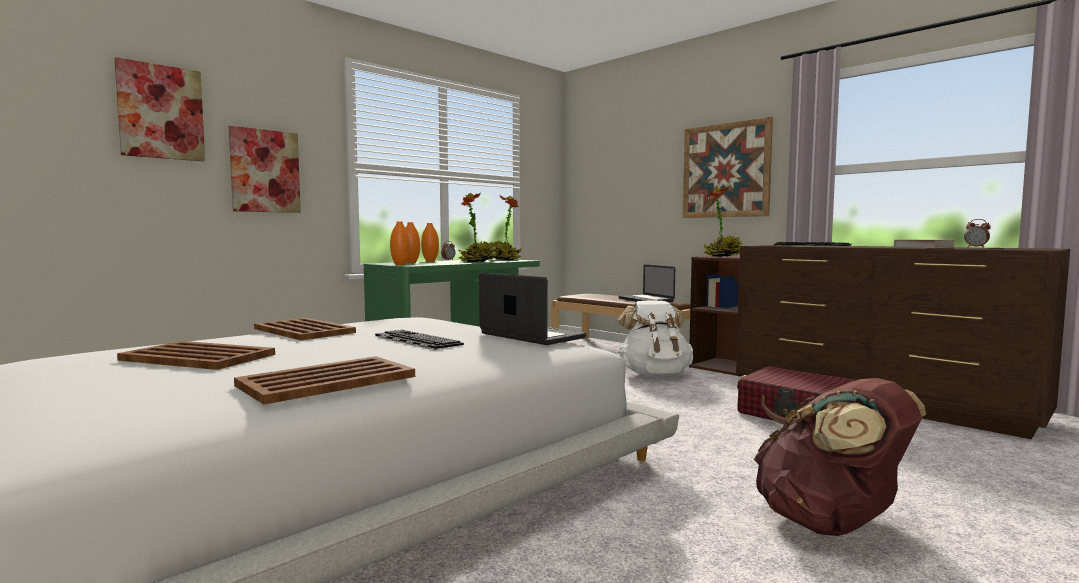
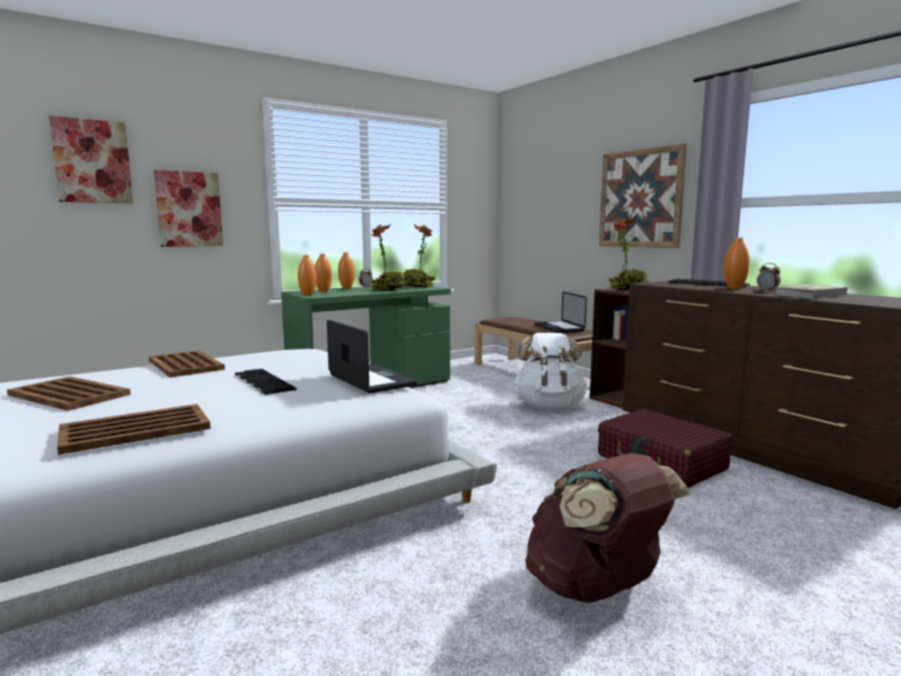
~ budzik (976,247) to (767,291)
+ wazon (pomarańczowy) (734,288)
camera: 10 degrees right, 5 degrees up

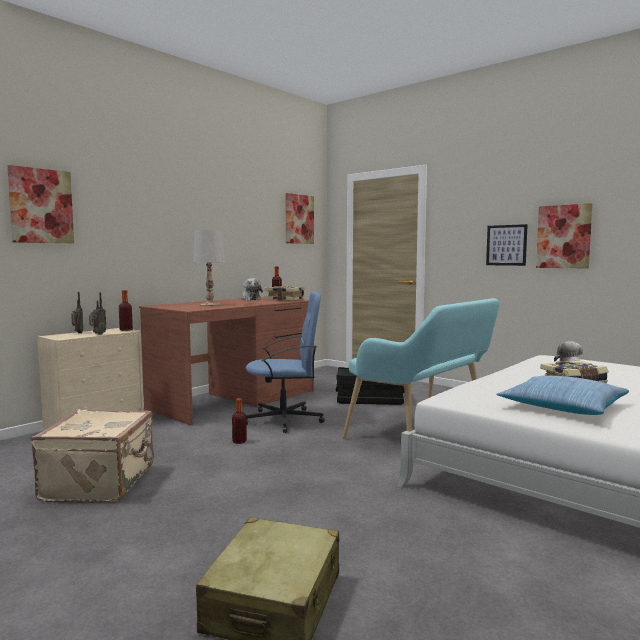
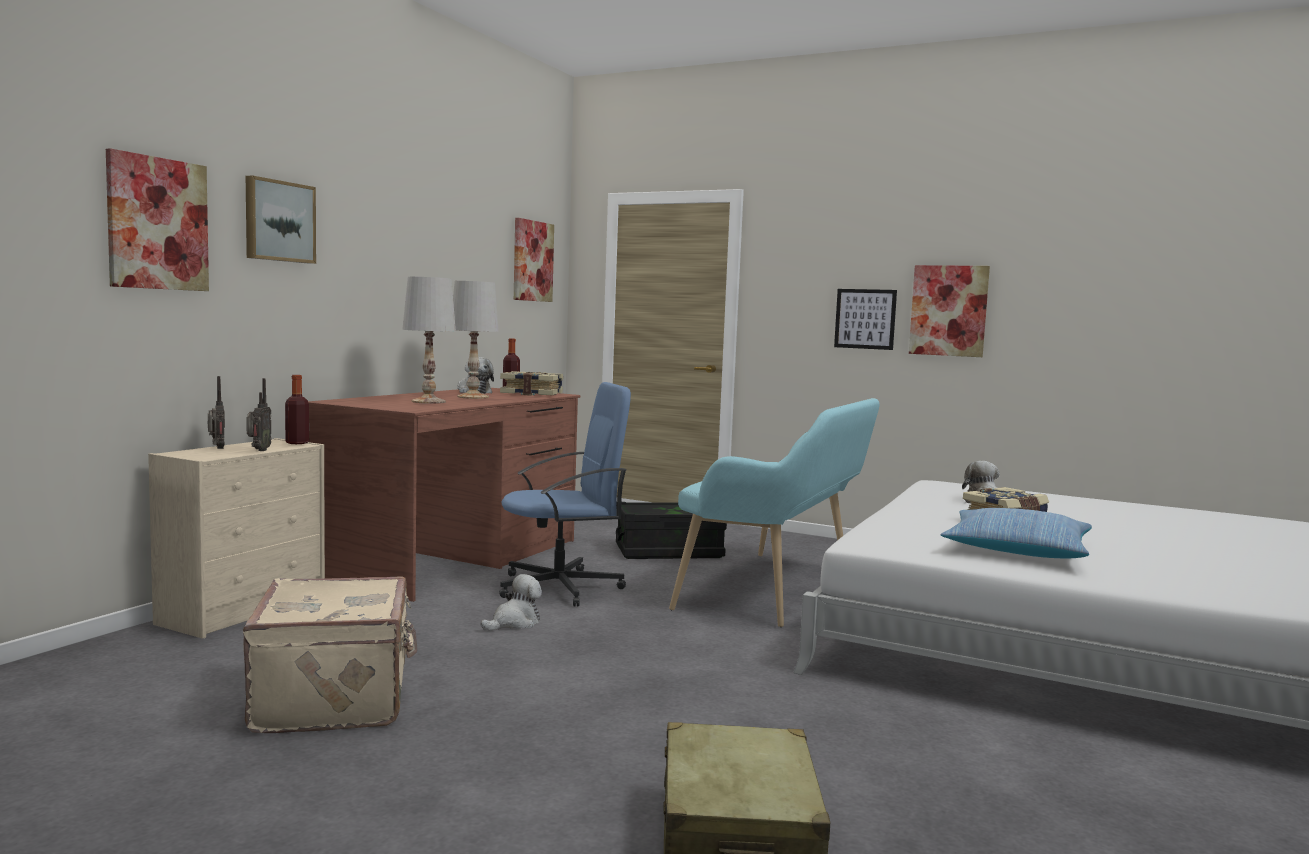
~ butelka (239,441) to pluszak (514,623)
+ obraz (278,221)
+ lampa stołowa (biały) (473,397)
camera: 15 degrees left, 0 degrees up

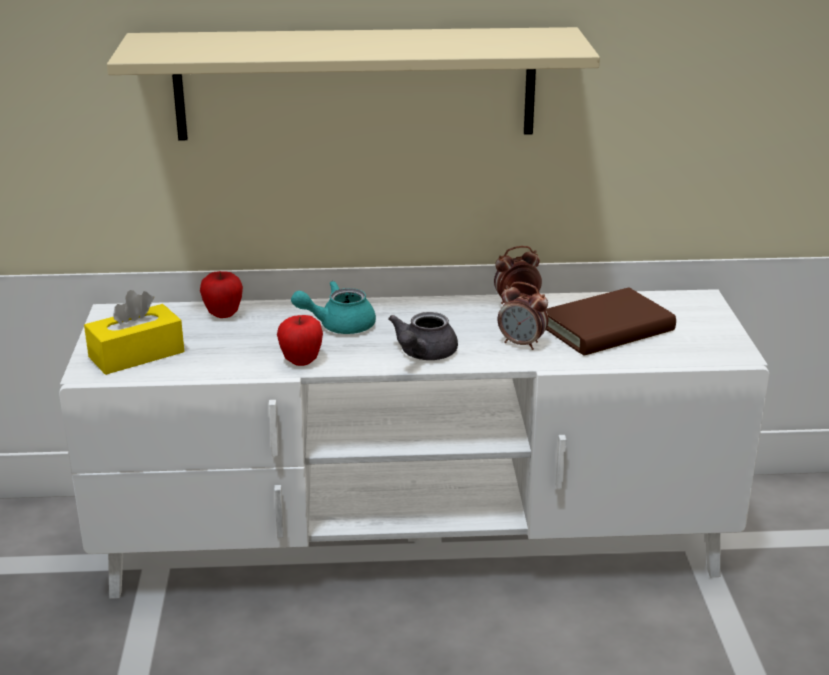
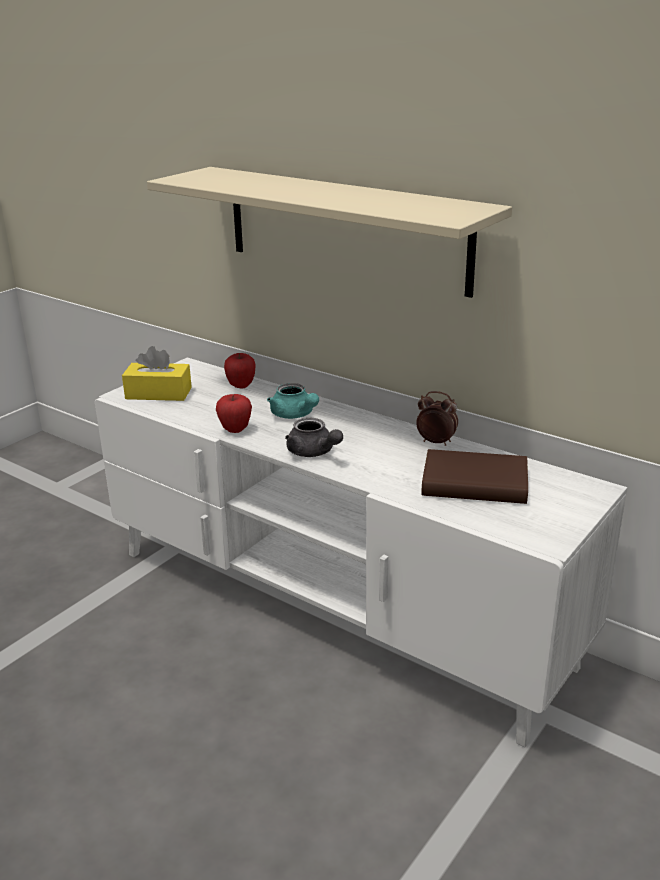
~ imbryk (turkusowy) (338,325) = (294,415) 150 degrees counterclockwise
- budzik (522,344)
~ imbryk (szary) (423,354) = (313,453) 105 degrees counterclockwise
camera: 40 degrees right, 0 degrees up

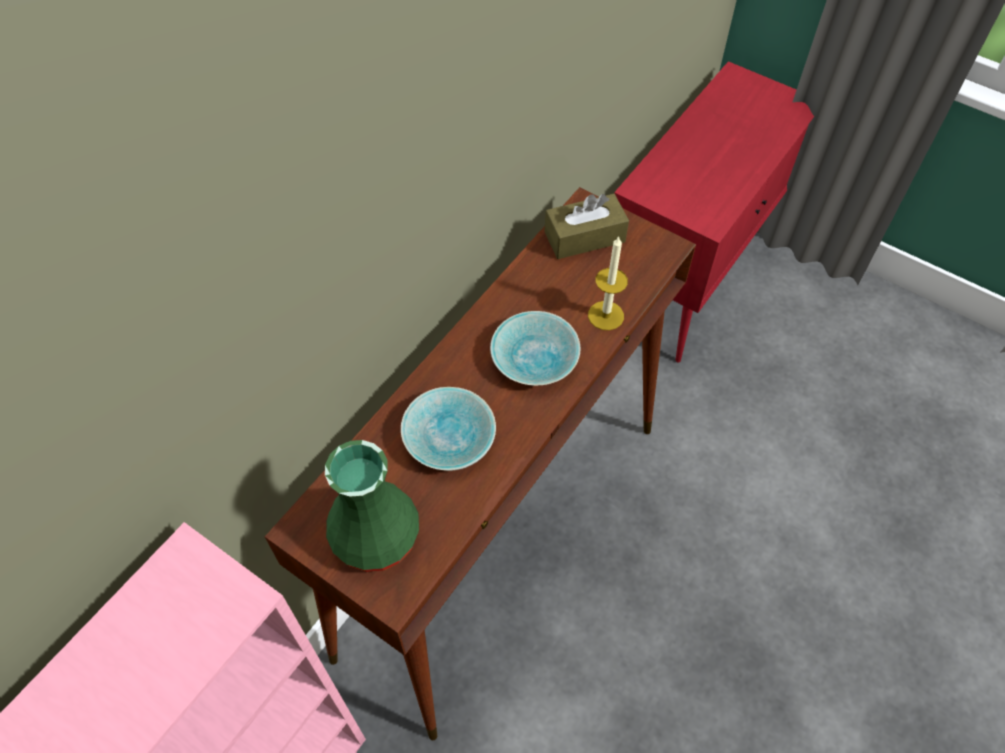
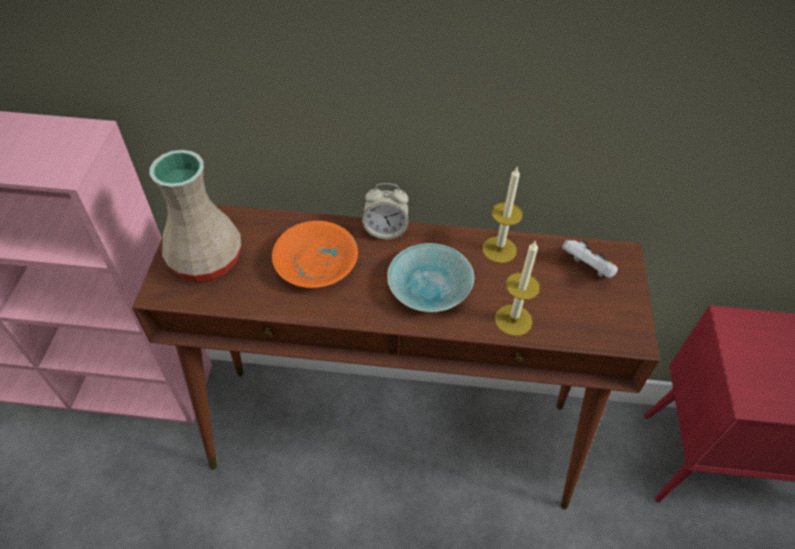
~ pudełko chusteczek (brązowy) (584,237) to pad do gier (biały) (587,269)
~ miska (turkusowy) (451,435) to miska (pomarańczowy) (319,265)
~ wazon (zielony) (375,538) to wazon (beżowy) (204,259)
+ świeca (499,249)
+ budzik (385,230)
camera: 60 degrees right, 5 degrees down

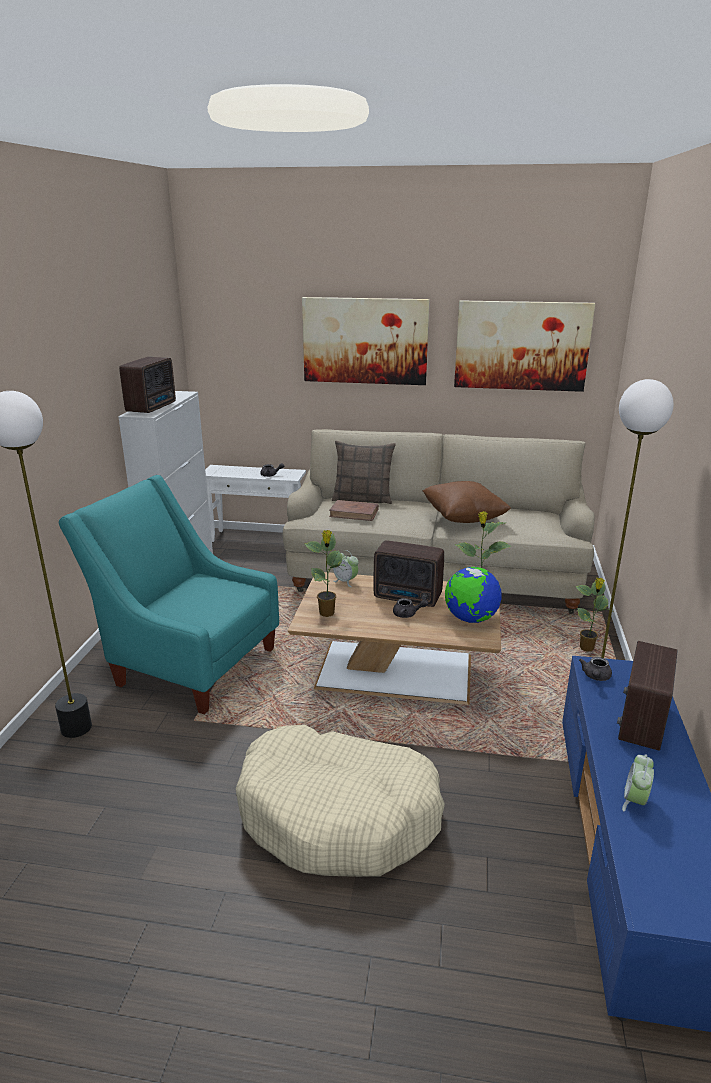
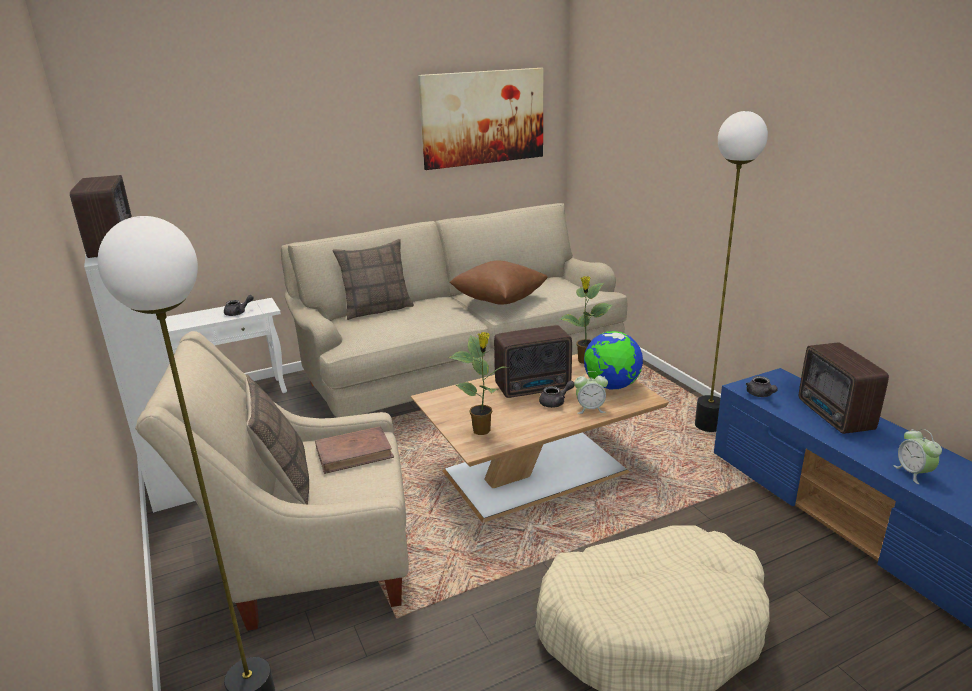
- obraz (365,341)
~ fotel (turkusowy) (188,663) to fotel (beżowy) (310,561)
~ książka (brązowy) (354,513) to (354,453)
~ budzik (345,581) to (590,409)
- roślina doniczkowa (587,649)
+ poduszka (284,480)
camera: 35 degrees left, 0 degrees up

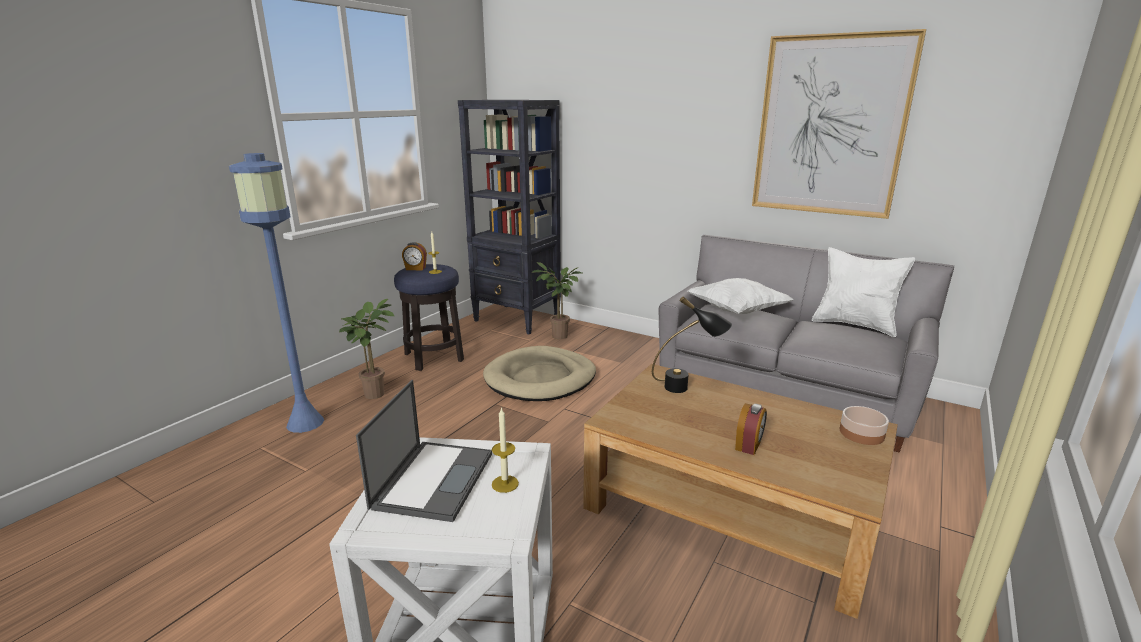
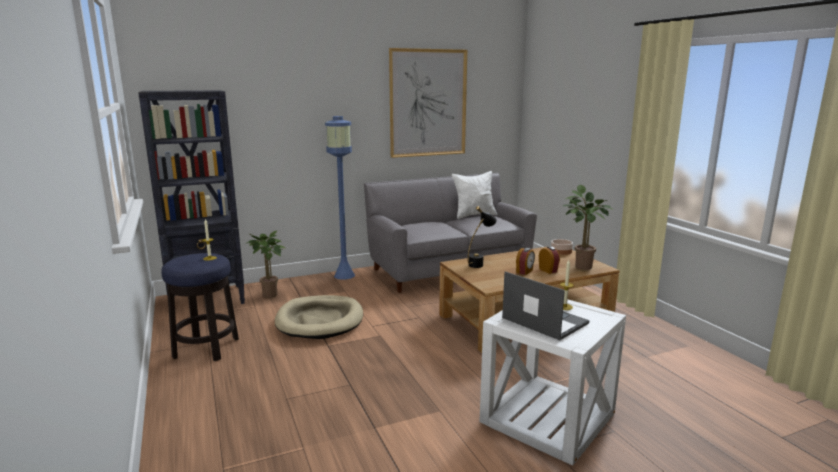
~ lampa stojąca (niebieski) (306,423) to (344,275)
~ budzik (415,268) to (525,271)
- poduszka (biały) (737,311)
~ roślina doniczkowa (374,392) to (580,266)
camera: 55 degrees left, 5 degrees down

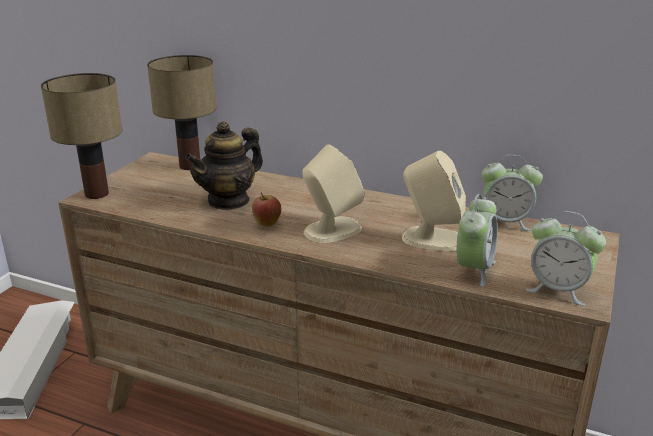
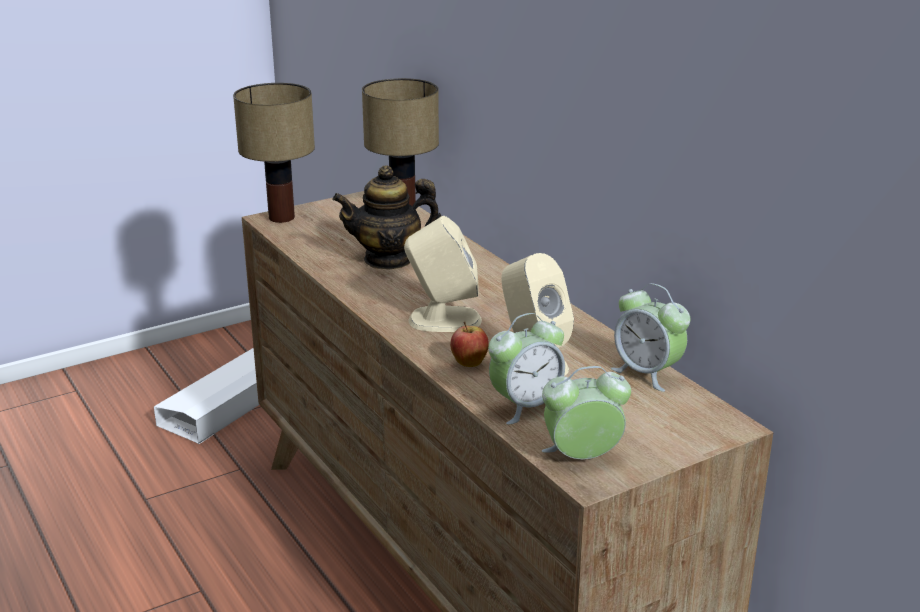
~ jabłko (267,224) to (469,364)
~ budzik (558,290) = (582,458) 105 degrees clockwise
camera: 35 degrees right, 0 degrees up

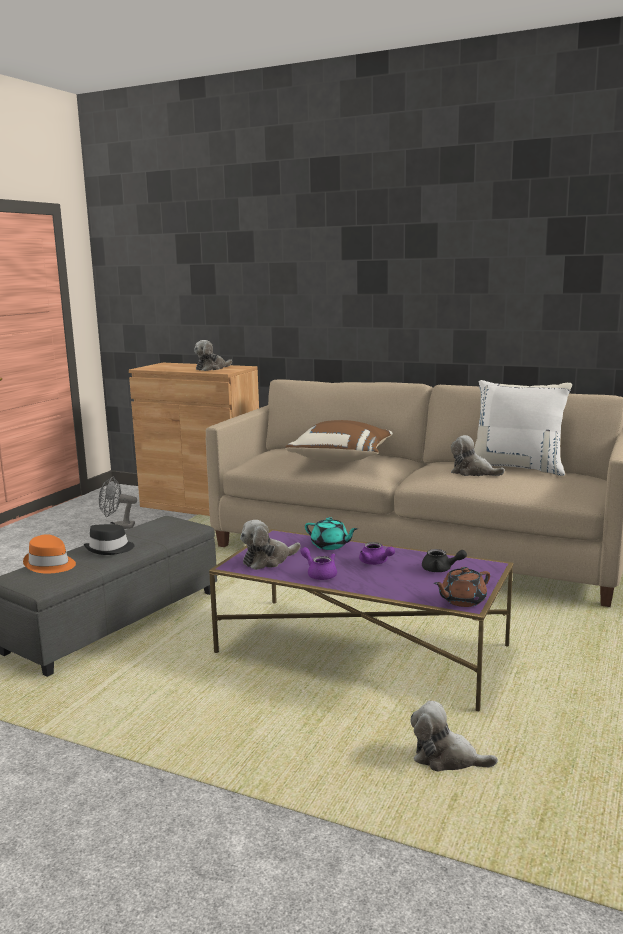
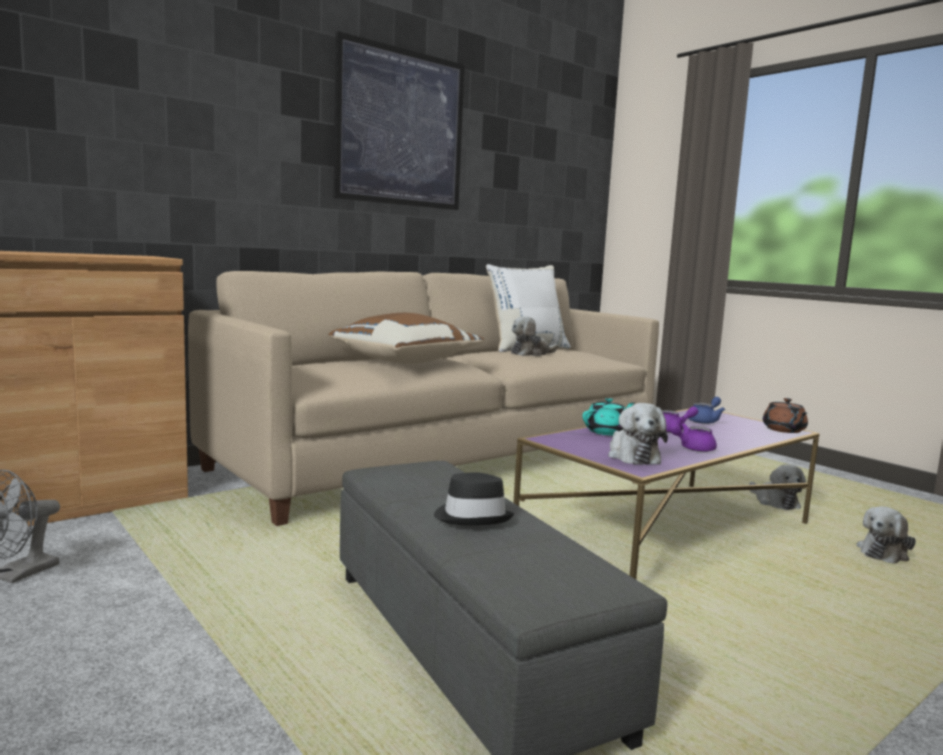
~ pluszak (212,368) to (774,502)
- kapelusz (pomarańczowy) (50,565)
~ imbryk (czarny) (441,569) to imbryk (niebieski) (705,421)
+ obraz (400,128)
camera: 65 degrees left, 5 degrees down

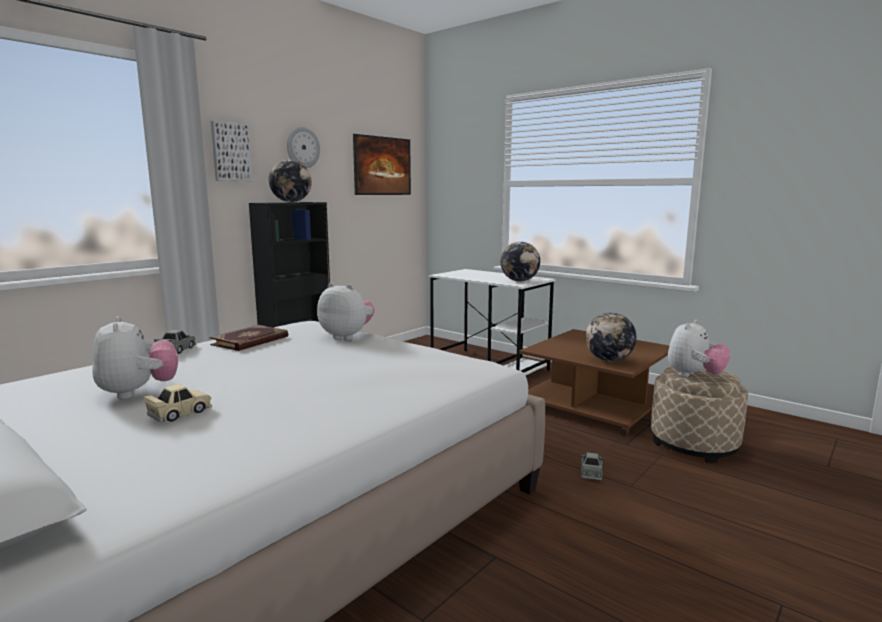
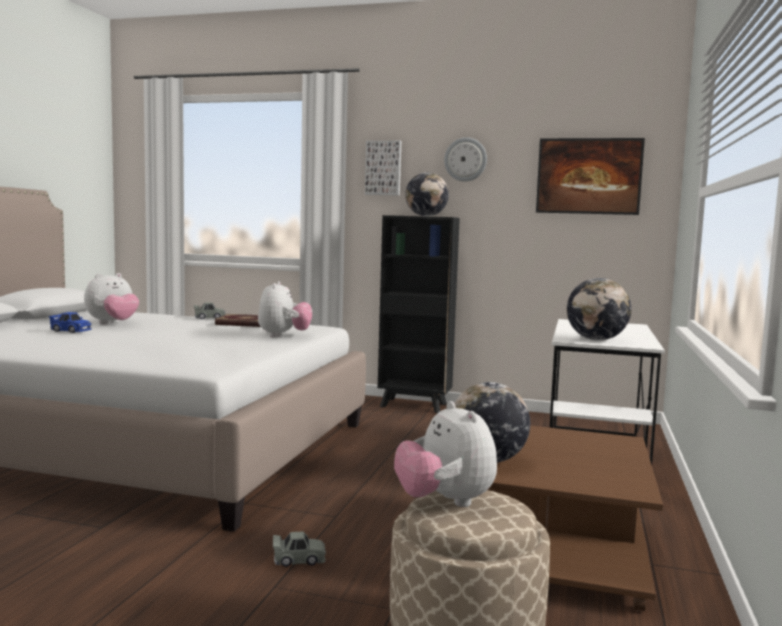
~ pluszak (694,376) = (444,502) 45 degrees clockwise
~ samochodzik (beżowy) (180,413) to samochodzik (niebieski) (70,331)
camera: 65 degrees right, 5 degrees down

